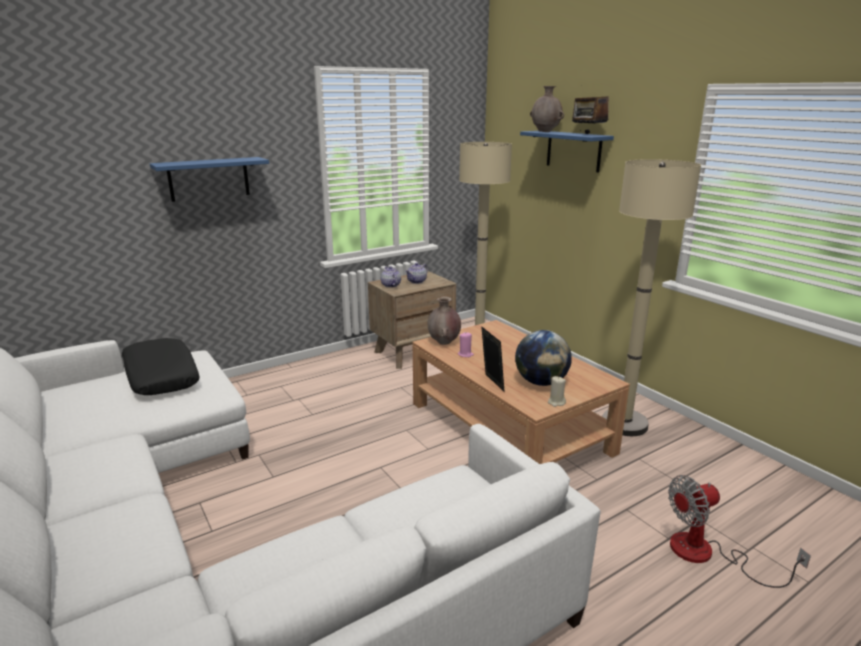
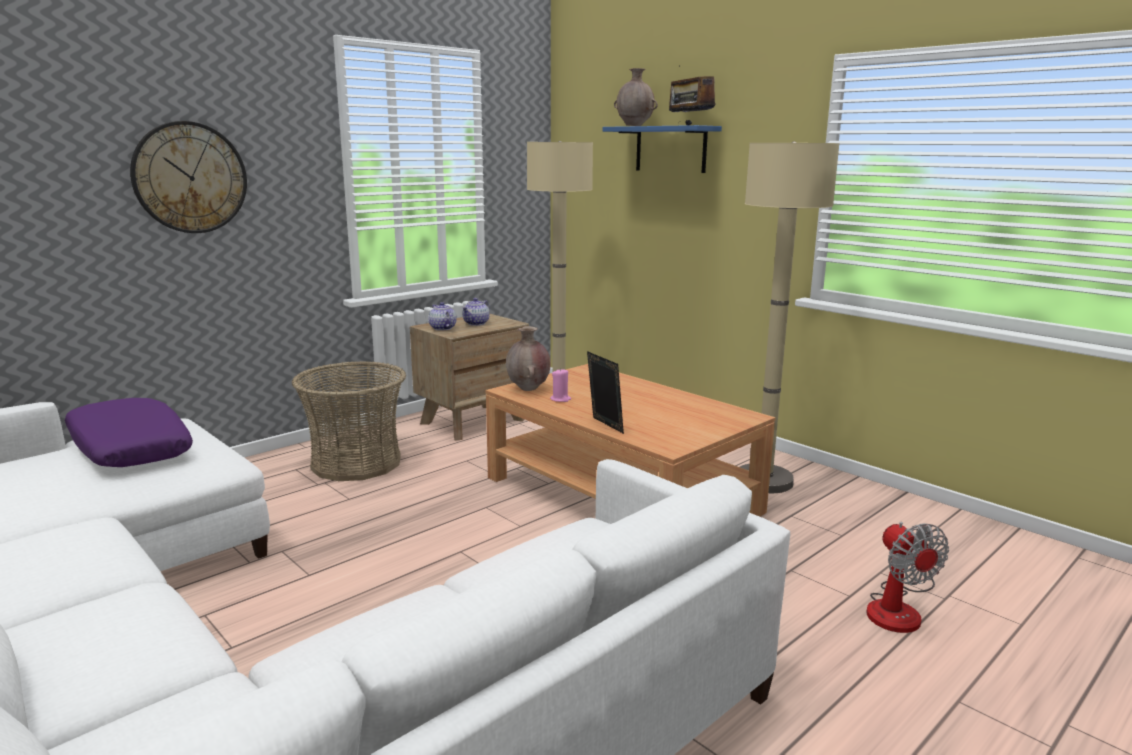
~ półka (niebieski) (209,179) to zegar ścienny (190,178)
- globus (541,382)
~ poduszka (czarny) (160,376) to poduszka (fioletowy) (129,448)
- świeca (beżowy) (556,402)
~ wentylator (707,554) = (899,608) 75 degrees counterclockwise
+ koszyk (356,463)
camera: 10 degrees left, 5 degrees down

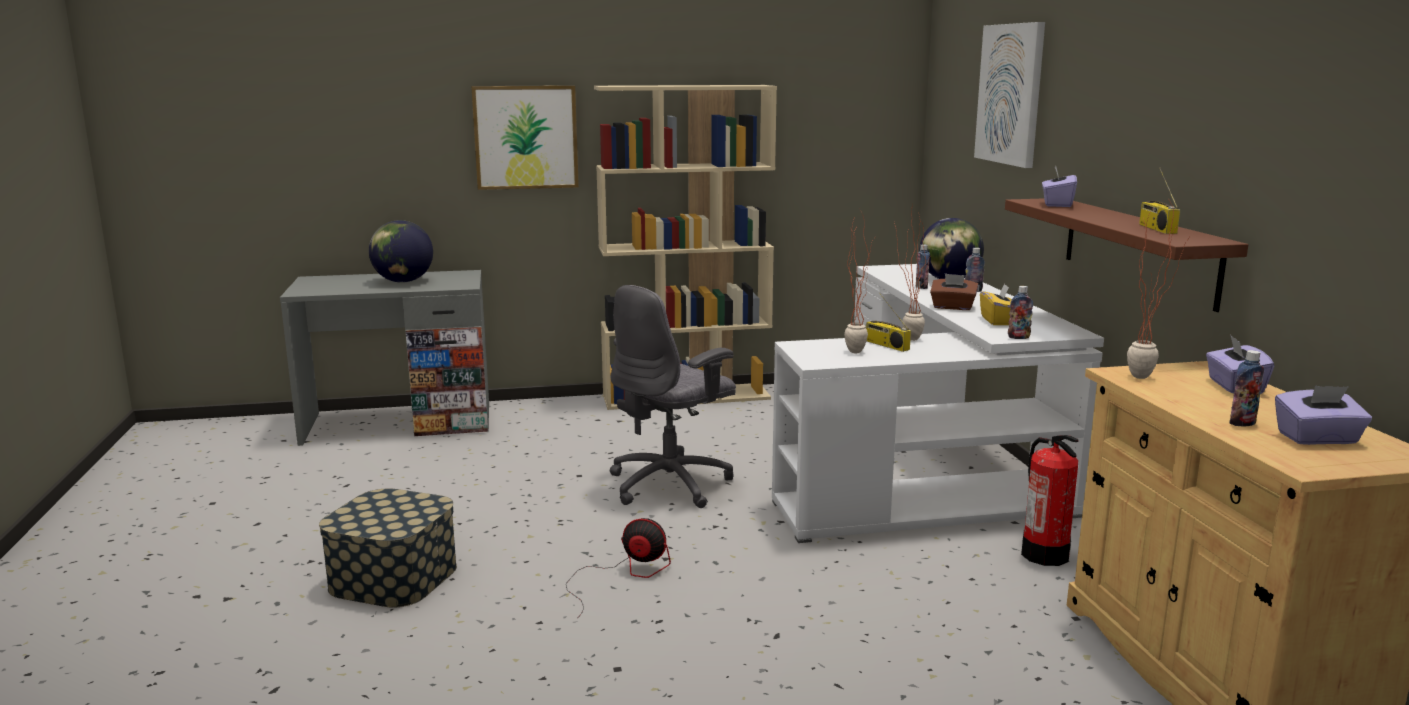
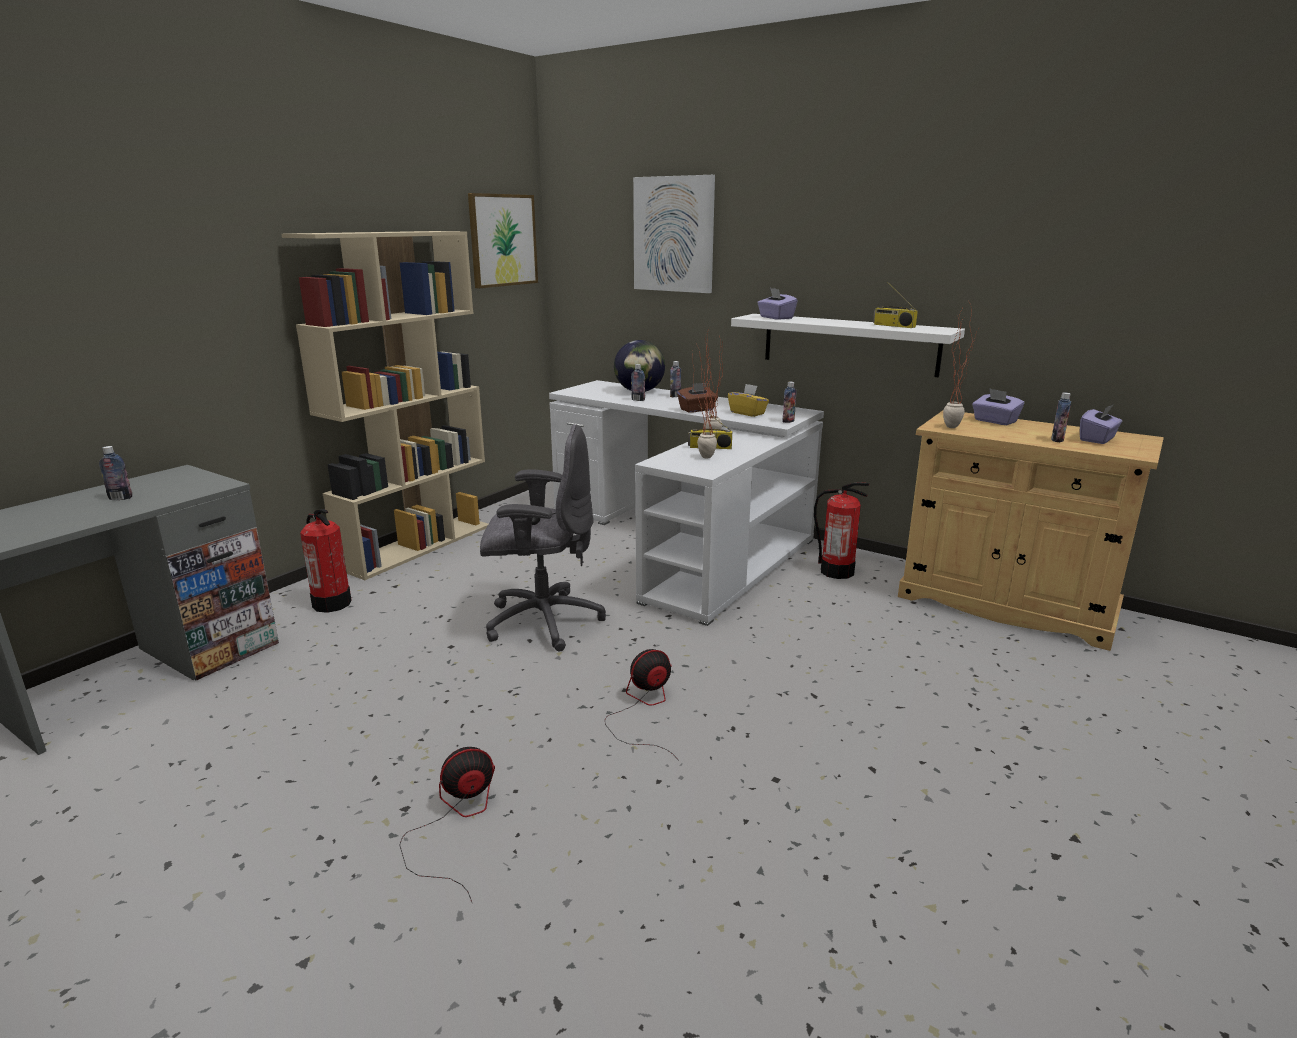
~ obraz (526,137) to (503,240)
~ półka (brązowy) (1138,250) to półka (biały) (849,344)
~ globus (403,281) to butelka (120,498)
~ krzesło biurowe (szary) (671,484) = (542,621) 90 degrees counterclockwise
~ pojemnik do przechowywania (393,577) to wentylator (456,822)
+ gaśnica (332,603)
camera: 45 degrees left, 5 degrees up

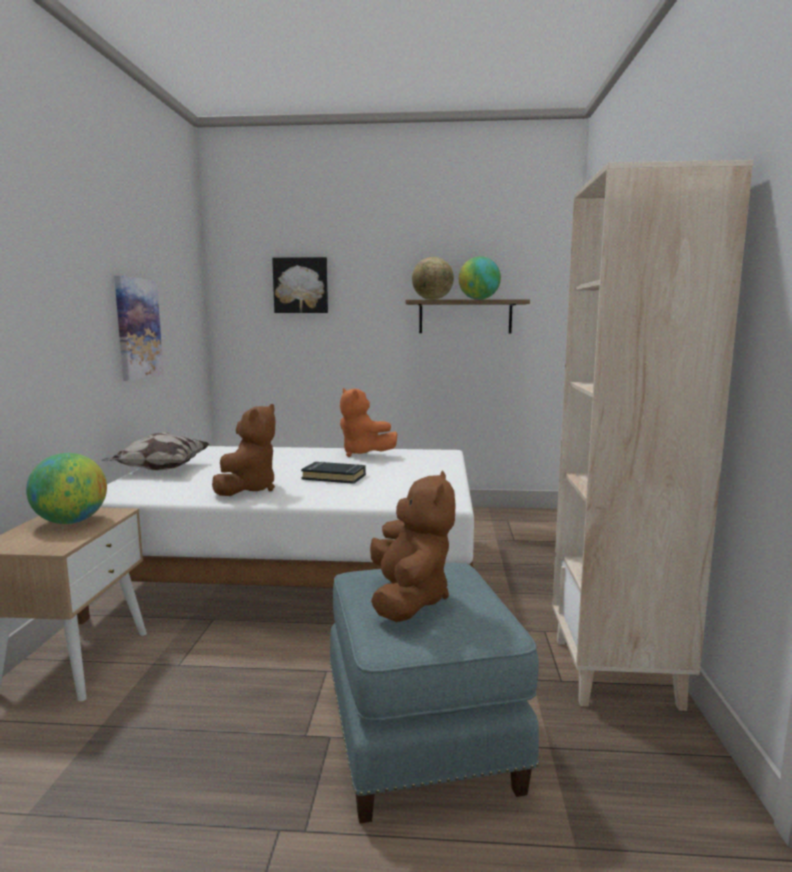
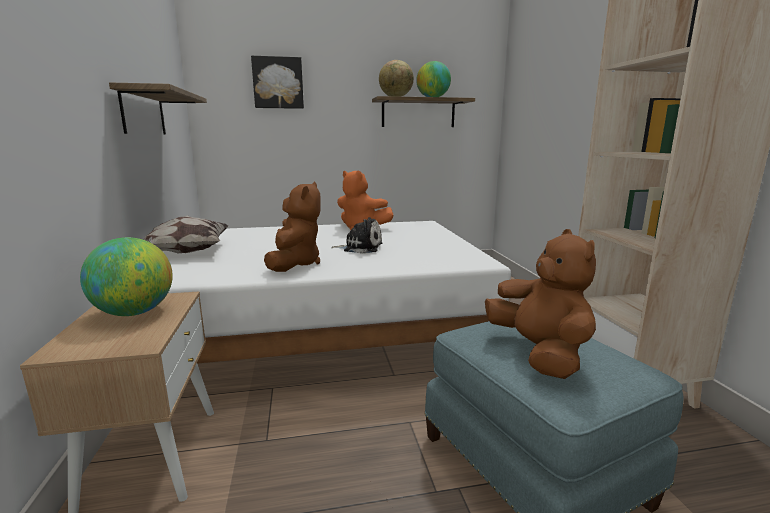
~ obraz (137,328) to półka (143,113)
~ książka (czarny) (334,477) to pluszak (360,248)
camera: 15 degrees left, 5 degrees up

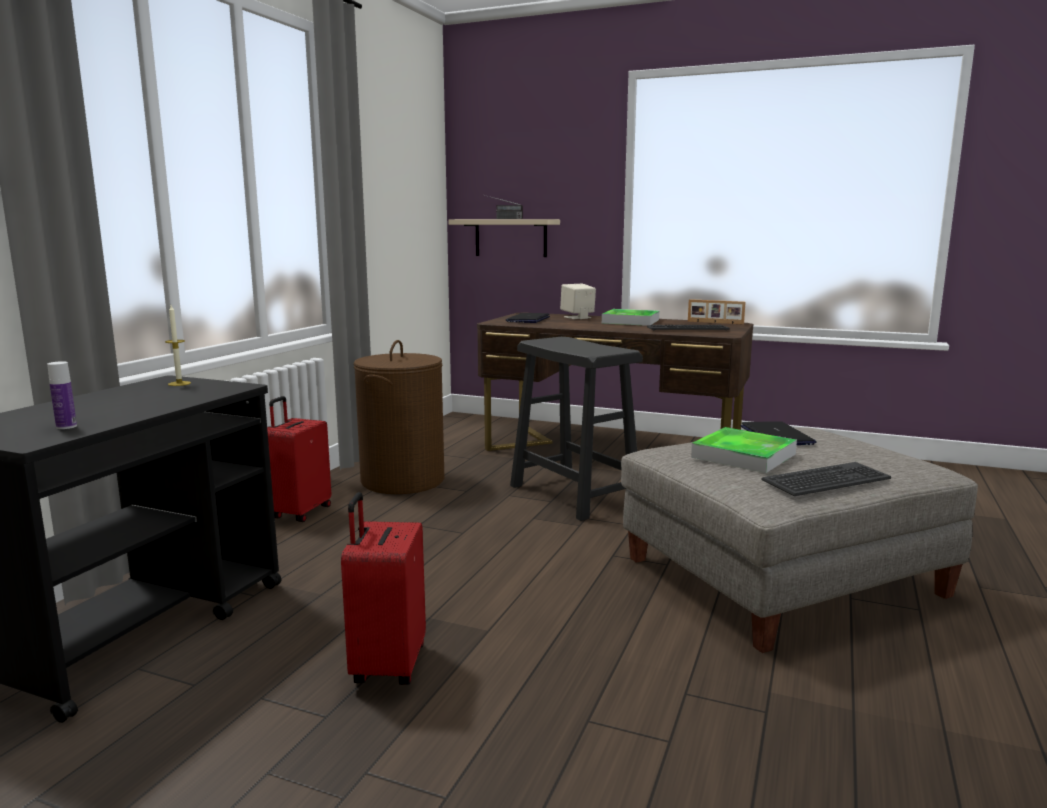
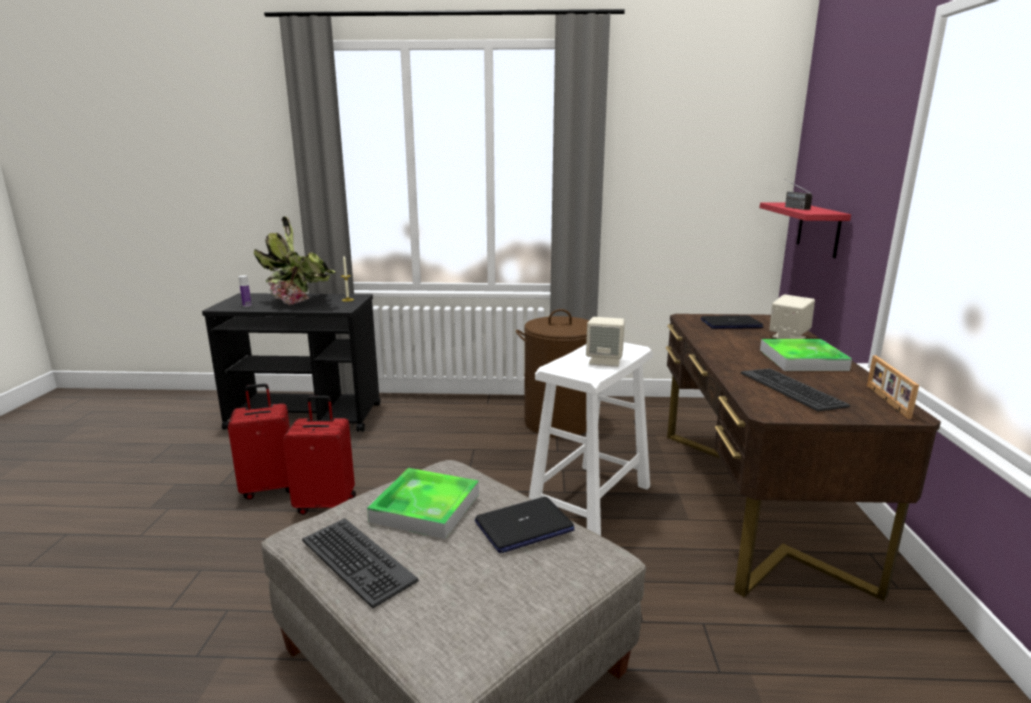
~ półka (beżowy) (511,238) to półka (czerwony) (818,229)
~ stołek (czarny) (573,494) to stołek (biały) (591,500)
~ walizka (czerwony) (299,513) to (326,504)
+ roślina doniczkowa (303,302)
+ głośnik (beżowy) (605,361)
camera: 70 degrees right, 5 degrees up

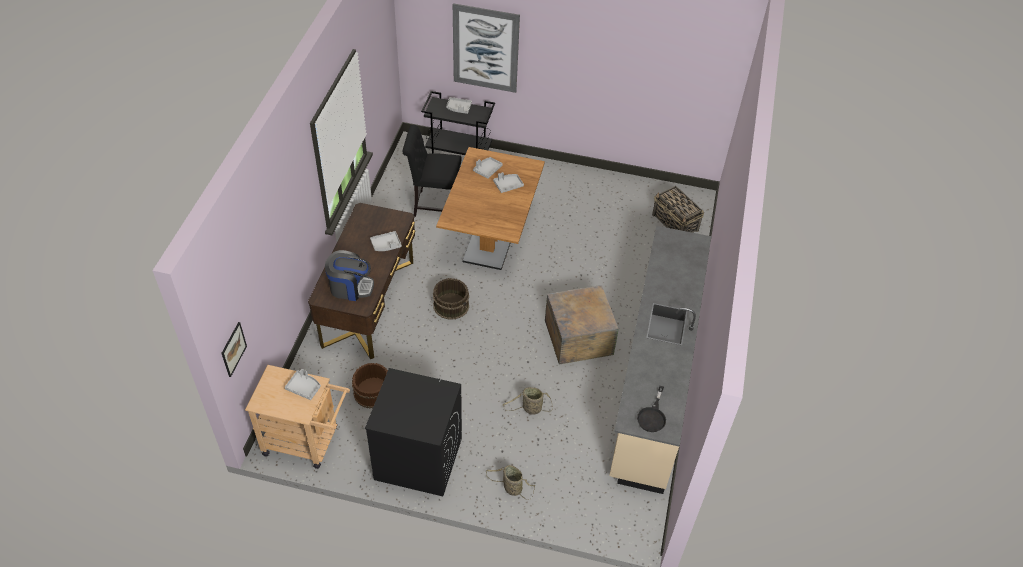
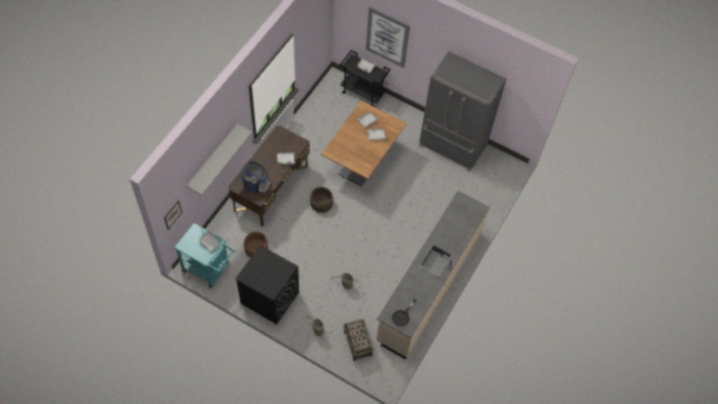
- krzesło (czarny) (434,205)
~ koszyk (675,223) to (358,344)
- skrzynka (579,338)
~ wózek (beżowy) (307,442) to wózek (turkusowy) (209,269)
+ lodówka (szary) (452,147)
+ półka (szary) (213,158)
camera: 15 degrees right, 10 degrees up

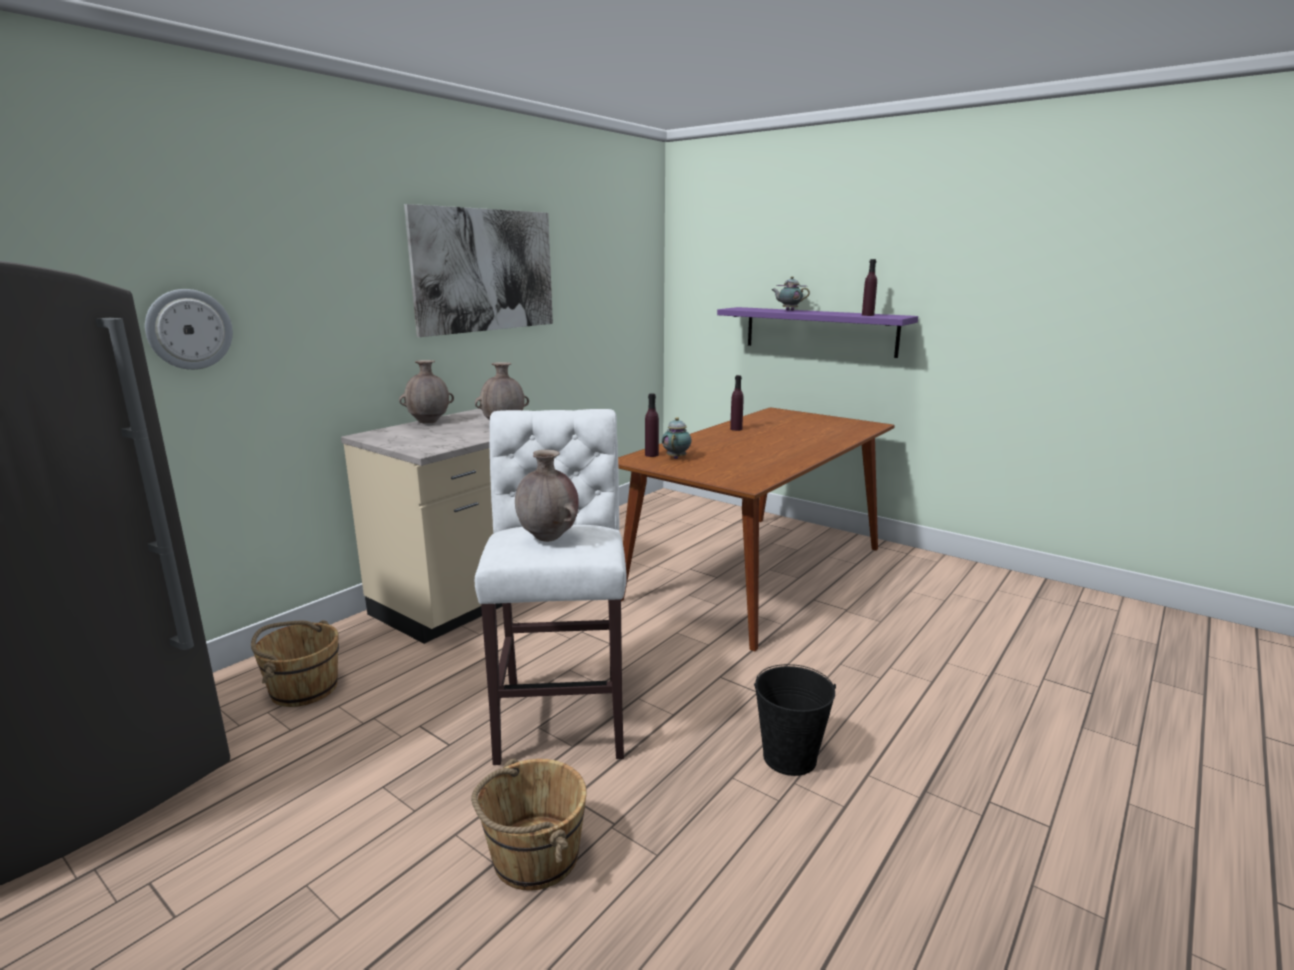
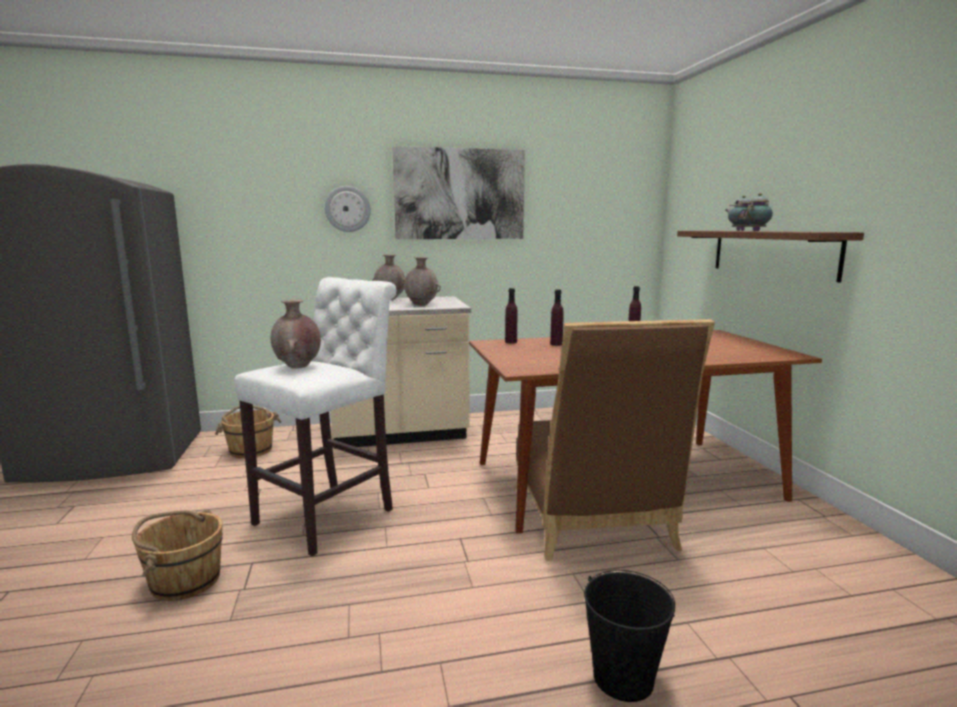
~ butelka (fioletowy) (867,315) to (556,344)
~ zegar ścienny (189,329) to (347,209)
~ półka (fioletowy) (819,331) to półka (brązowy) (772,253)
~ imbryk (677,457) to (757,231)
~ wiadro (czarny) (790,758) to (623,678)
+ krzesło (brązowy) (593,521)
camera: 40 degrees right, 5 degrees down

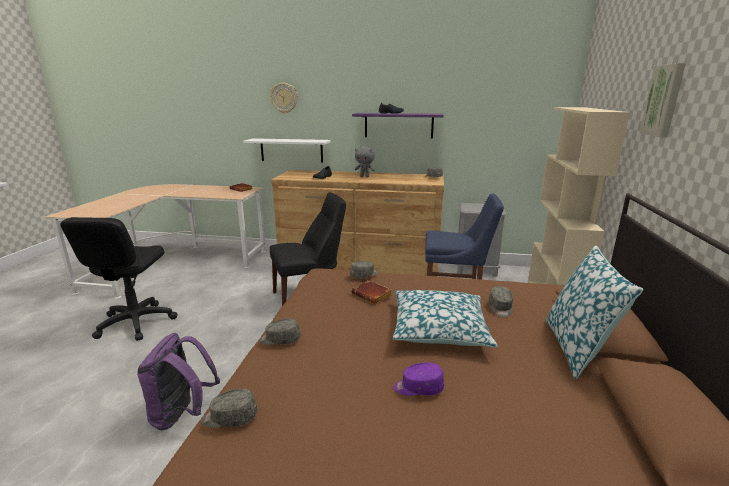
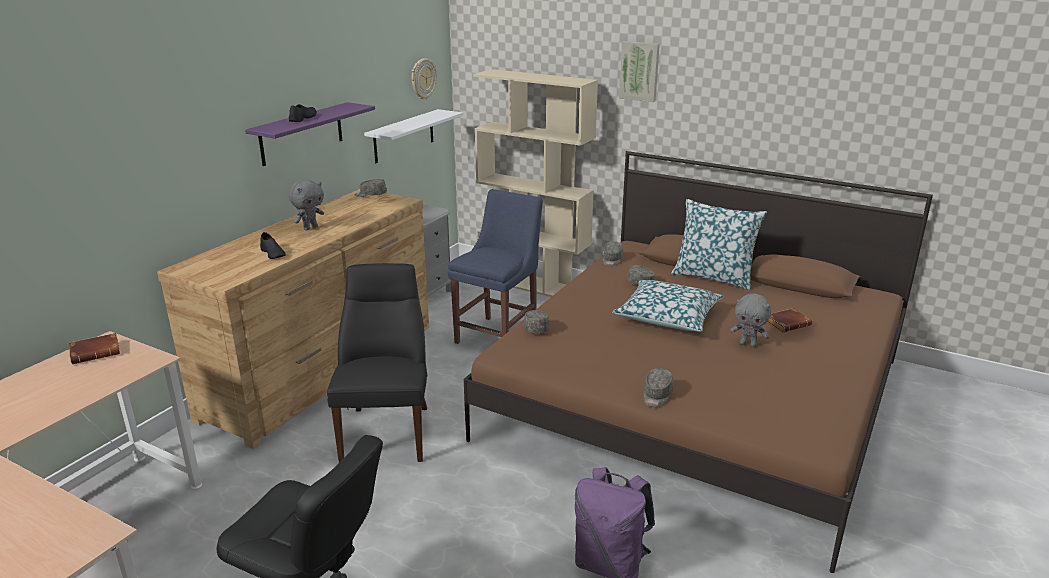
~ zegar ścienny (284,98) to (423,79)
~ półka (biały) (291,150) to (404,136)
~ książka (brązowy) (373,295) to (787,323)
~ czapka z daszkiem (fioletowy) (418,388) to pluszak (szary) (748,344)
~ czapka z daszkiem (szary) (229,418) to (612,260)
camera: 70 degrees left, 5 degrees up

